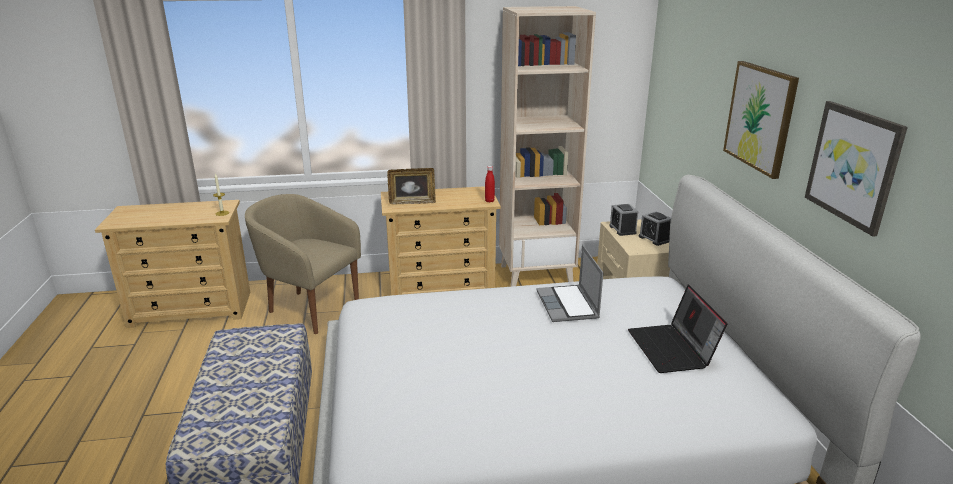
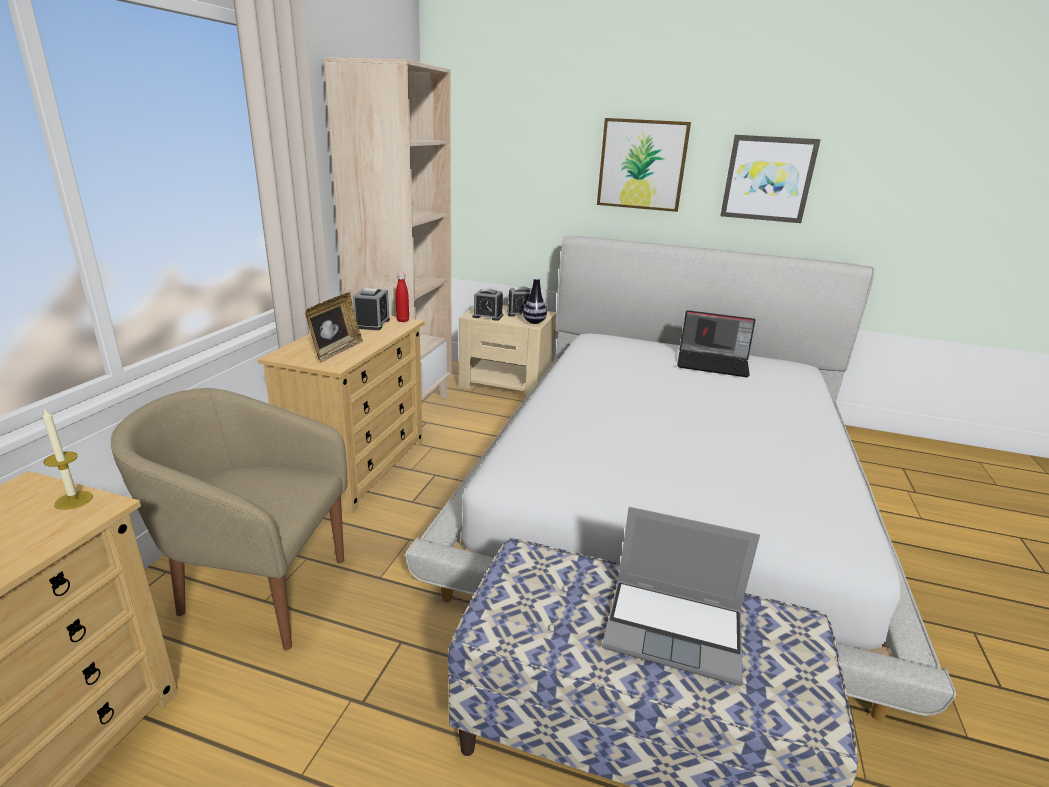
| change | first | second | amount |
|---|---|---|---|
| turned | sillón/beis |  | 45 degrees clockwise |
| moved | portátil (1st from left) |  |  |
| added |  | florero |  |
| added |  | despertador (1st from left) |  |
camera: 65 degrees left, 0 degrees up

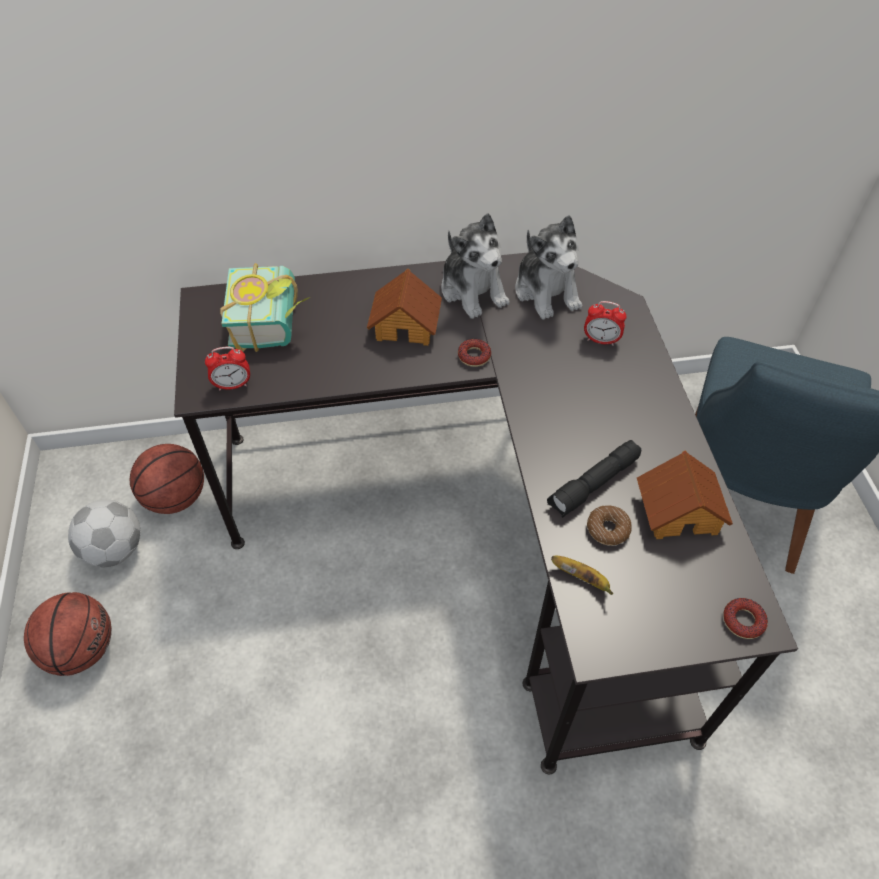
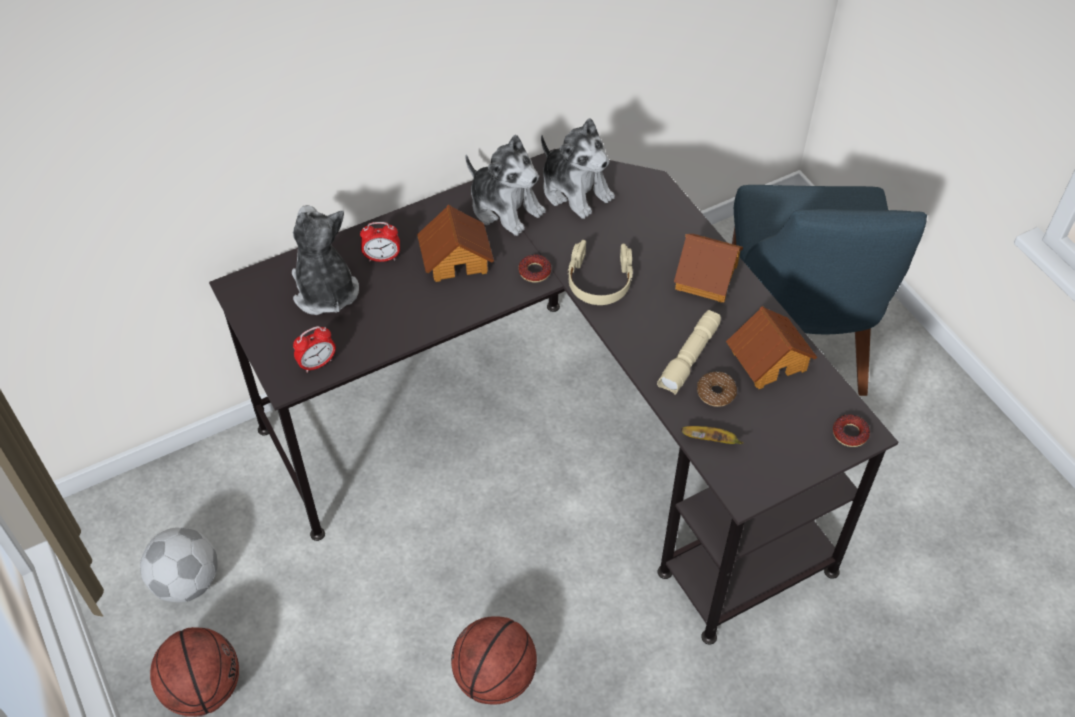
| change | first | second | amount |
|---|---|---|---|
| replaced | libro | peluche (1st from left) |  |
| moved | despertador (2nd from left) |  |  |
| recoloured | linterna/negro | linterna/beis |  |
| moved | balón de baloncesto (2nd from left) |  |  |
| added |  | casita (2nd from left) |  |
| added |  | auriculares/beis |  |
camera: 20 degrees left, 0 degrees up

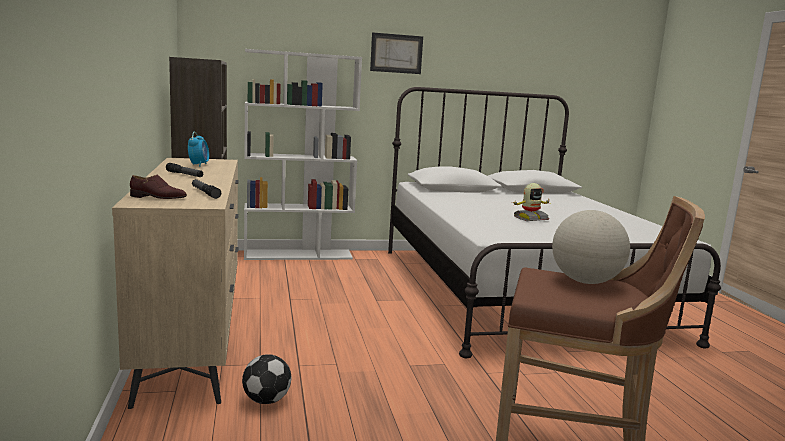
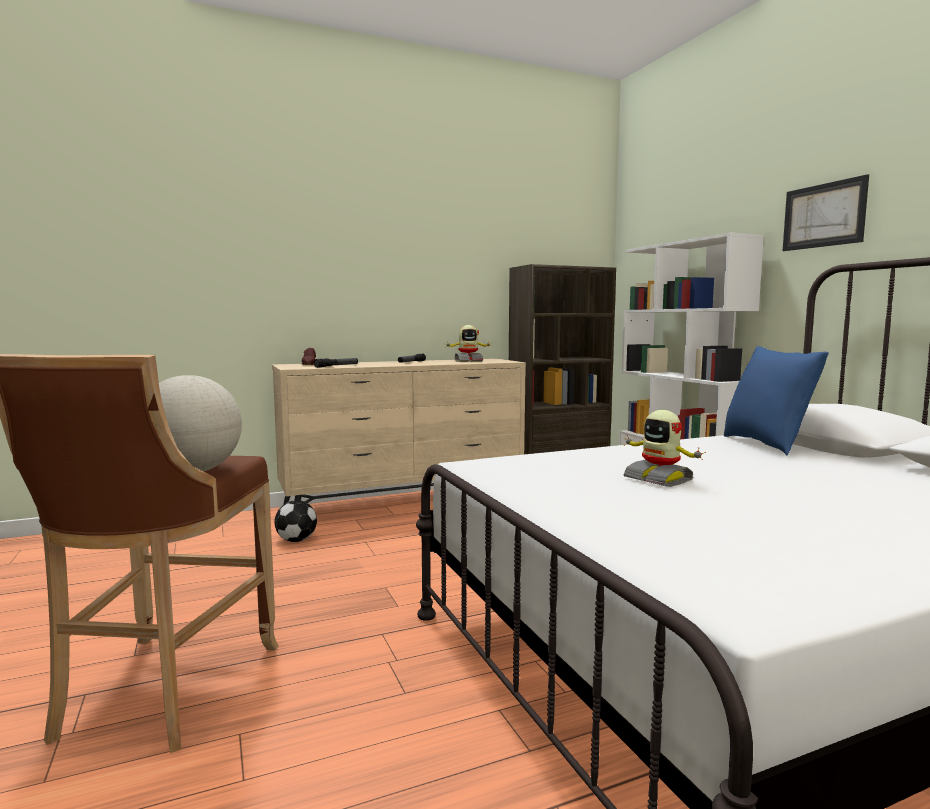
| change | first | second | amount |
|---|---|---|---|
| replaced | despertador | robot de juguete (1st from left) |  |
| added |  | cojín/azul |  |
camera: 80 degrees right, 5 degrees down

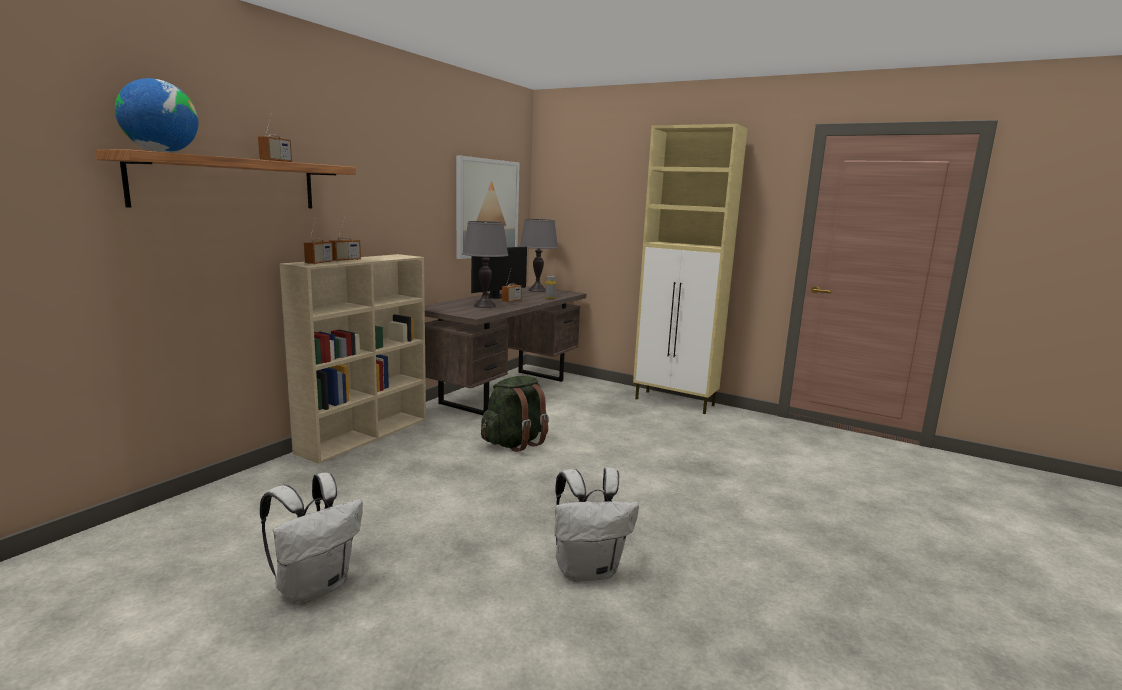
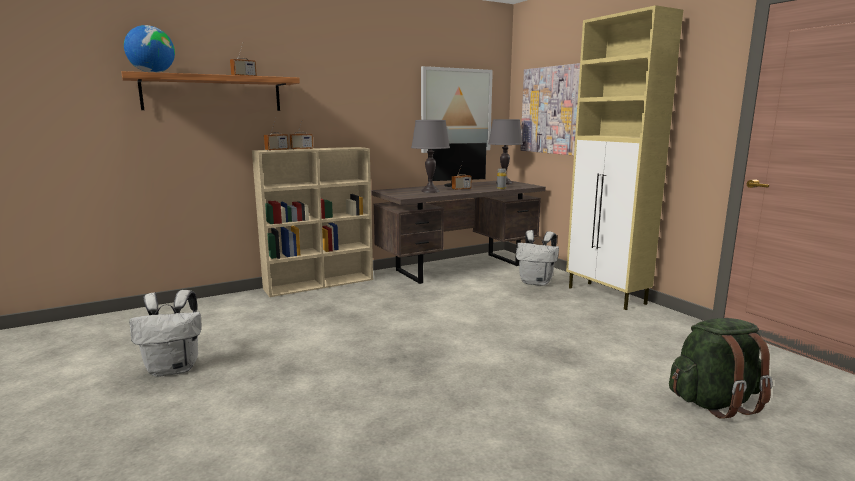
| change | first | second | amount |
|---|---|---|---|
| moved | mochila/verde |  |  |
| moved | mochila/blanco (2nd from left) |  |  |
| added |  | cuadro (2nd from left) |  |
camera: 30 degrees right, 0 degrees up

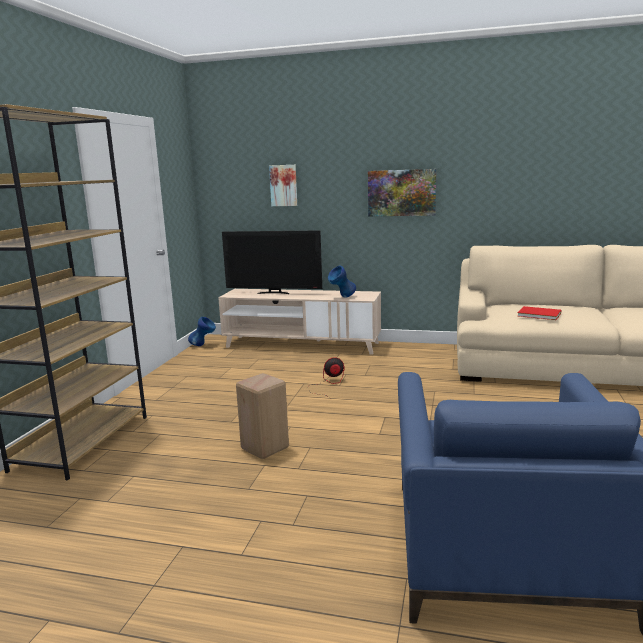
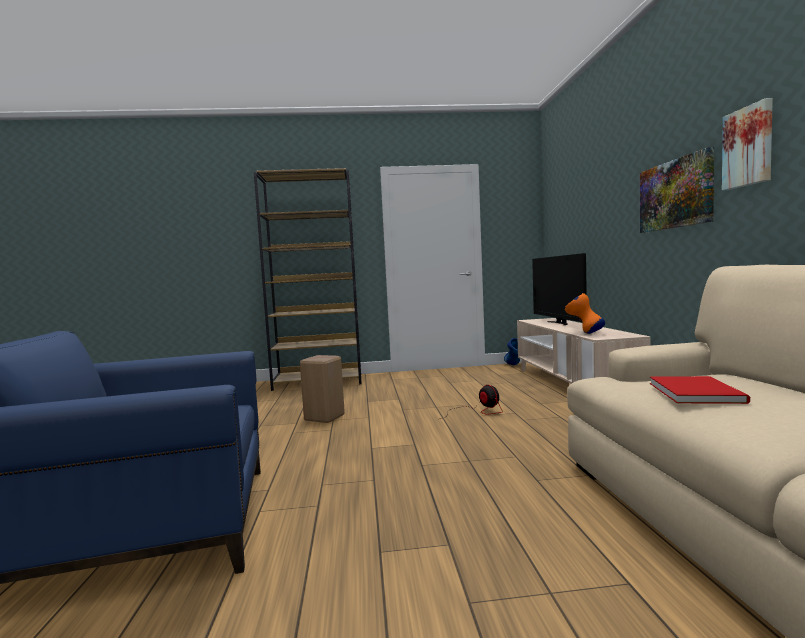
| change | first | second | amount |
|---|---|---|---|
| moved | cuadro (1st from left in the first image) | cuadro (2nd from left) |  |
| recoloured | florero/azul (2nd from left) | florero/naranja |  |
camera: 70 degrees right, 10 degrees down

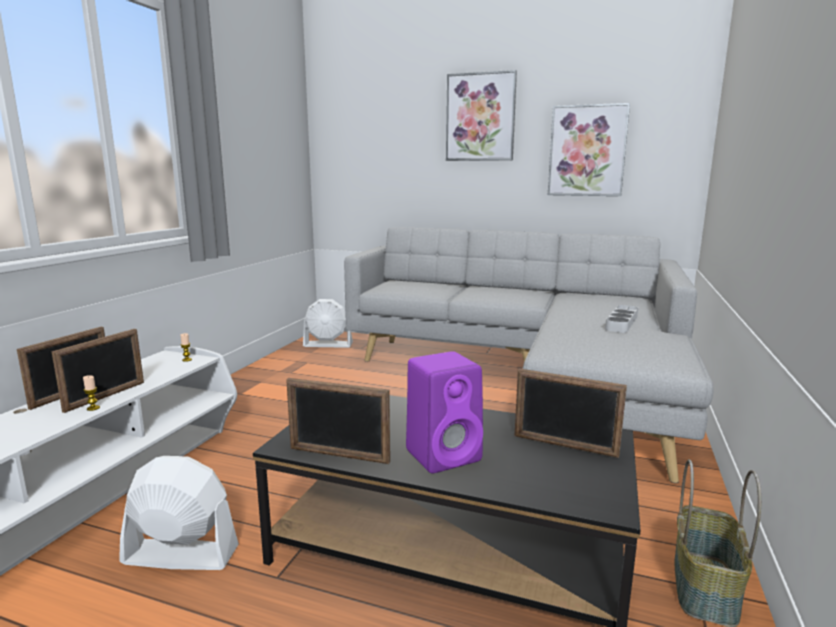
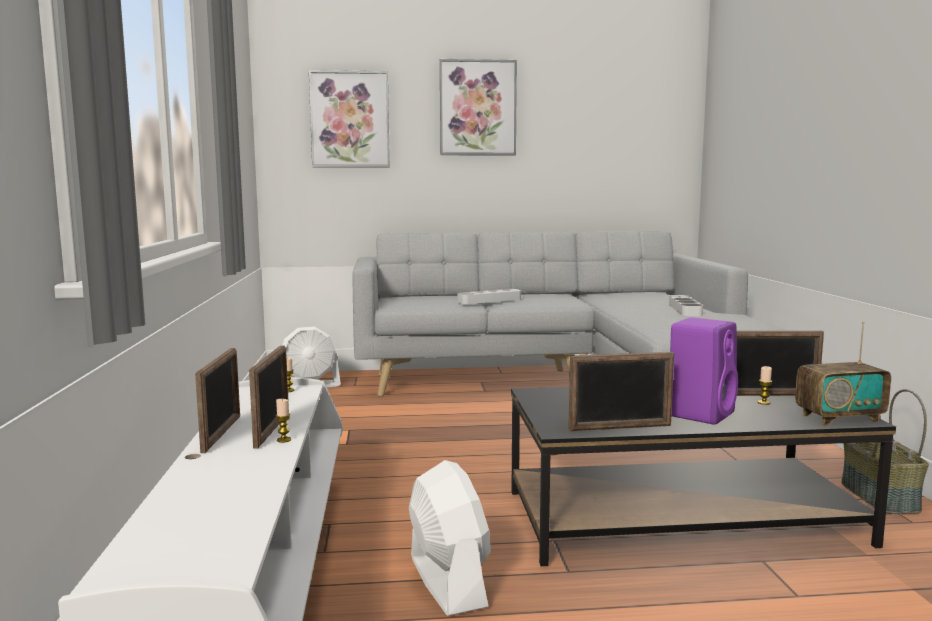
| change | first | second | amount |
|---|---|---|---|
| moved | cuadro (2nd from left in the first image) | cuadro (1st from left) |  |
| turned | ventilador/blanco (1st from left in the first image) | ventilador/blanco (2nd from left) | 90 degrees clockwise |
| added |  | bandeja/gris (1st from left) |  |
| added |  | radio |  |
| added |  | vela (3rd from left) |  |
camera: 25 degrees left, 5 degrees down

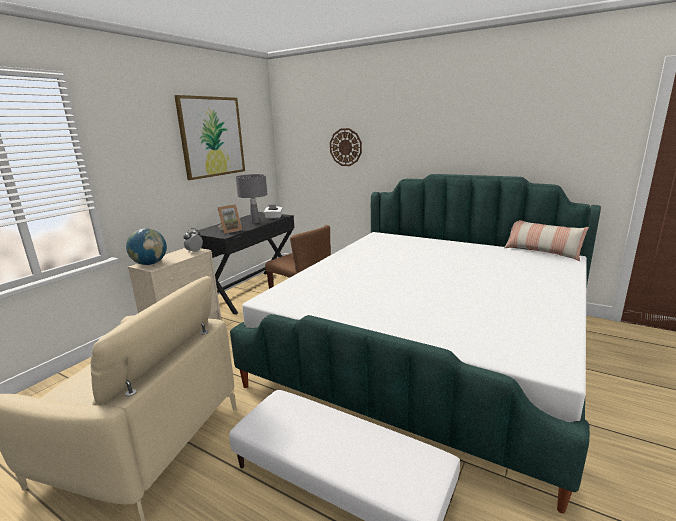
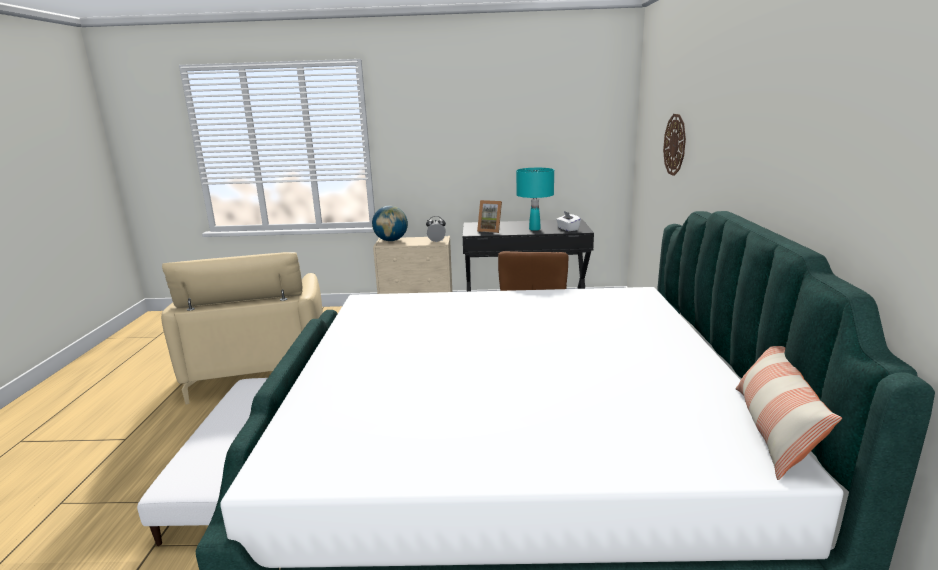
| change | first | second | amount |
|---|---|---|---|
| removed | cuadro |  |  |
| recoloured | lámpara de mesa/gris | lámpara de mesa/turquesa |  |
camera: 60 degrees right, 0 degrees up

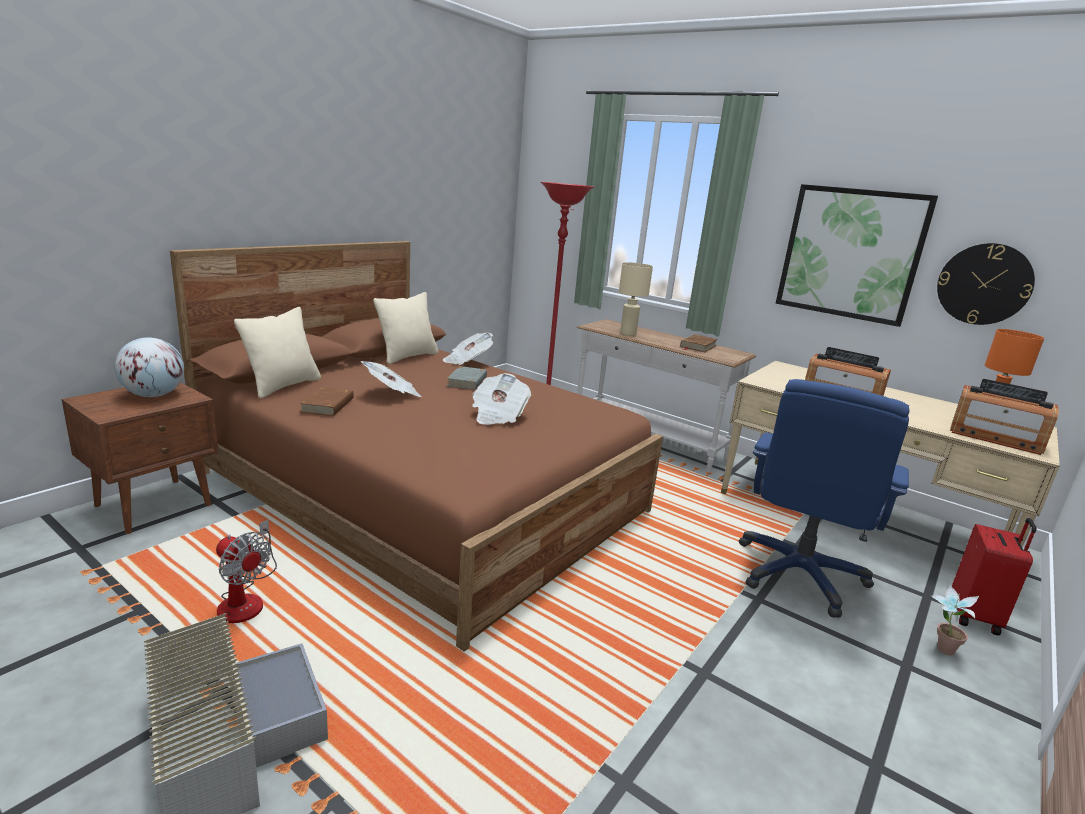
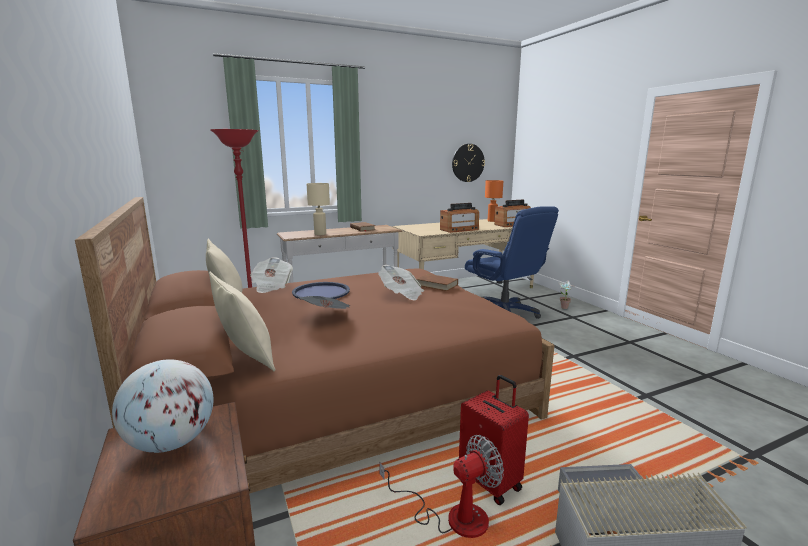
| change | first | second | amount |
|---|---|---|---|
| removed | cuadro |  |  |
| replaced | libro/gris | bandeja/azul |  |
| moved | libro/marrón (1st from left in the first image) | libro/marrón (2nd from left) |  |
| moved | maleta/rojo |  |  |
camera: 60 degrees left, 5 degrees down

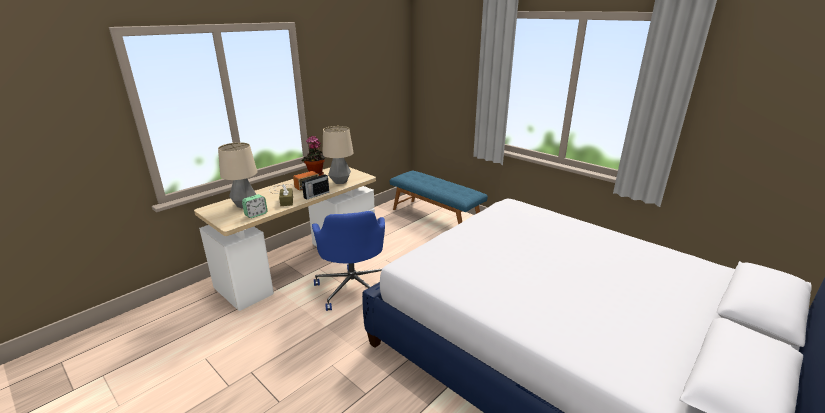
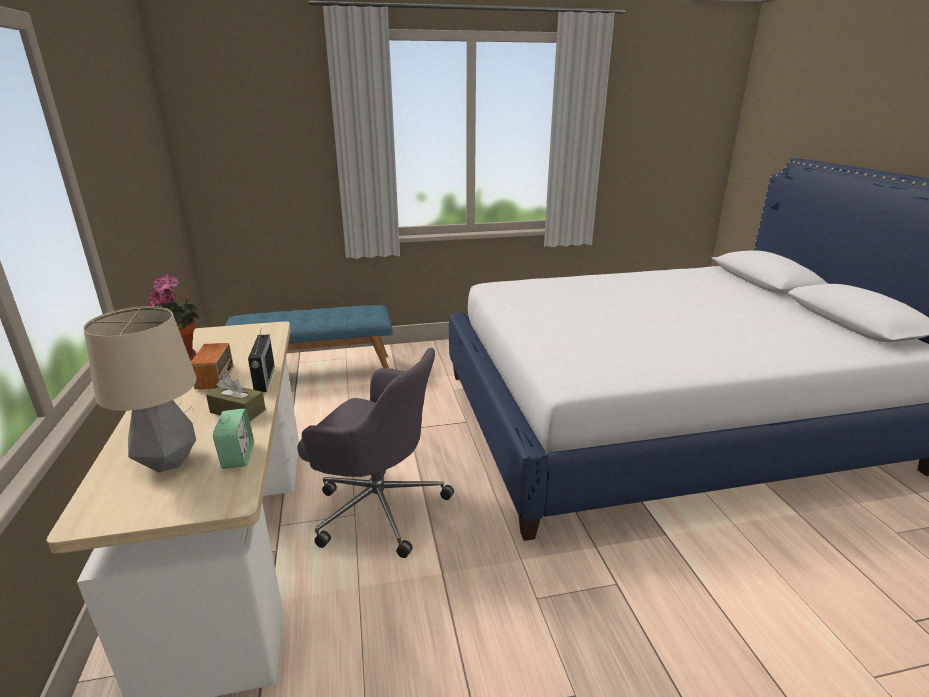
| change | first | second | amount |
|---|---|---|---|
| removed | lámpara de mesa (2nd from left) |  |  |
| recoloured | silla de oficina/azul | silla de oficina/gris |  |
camera: 55 degrees left, 0 degrees up

